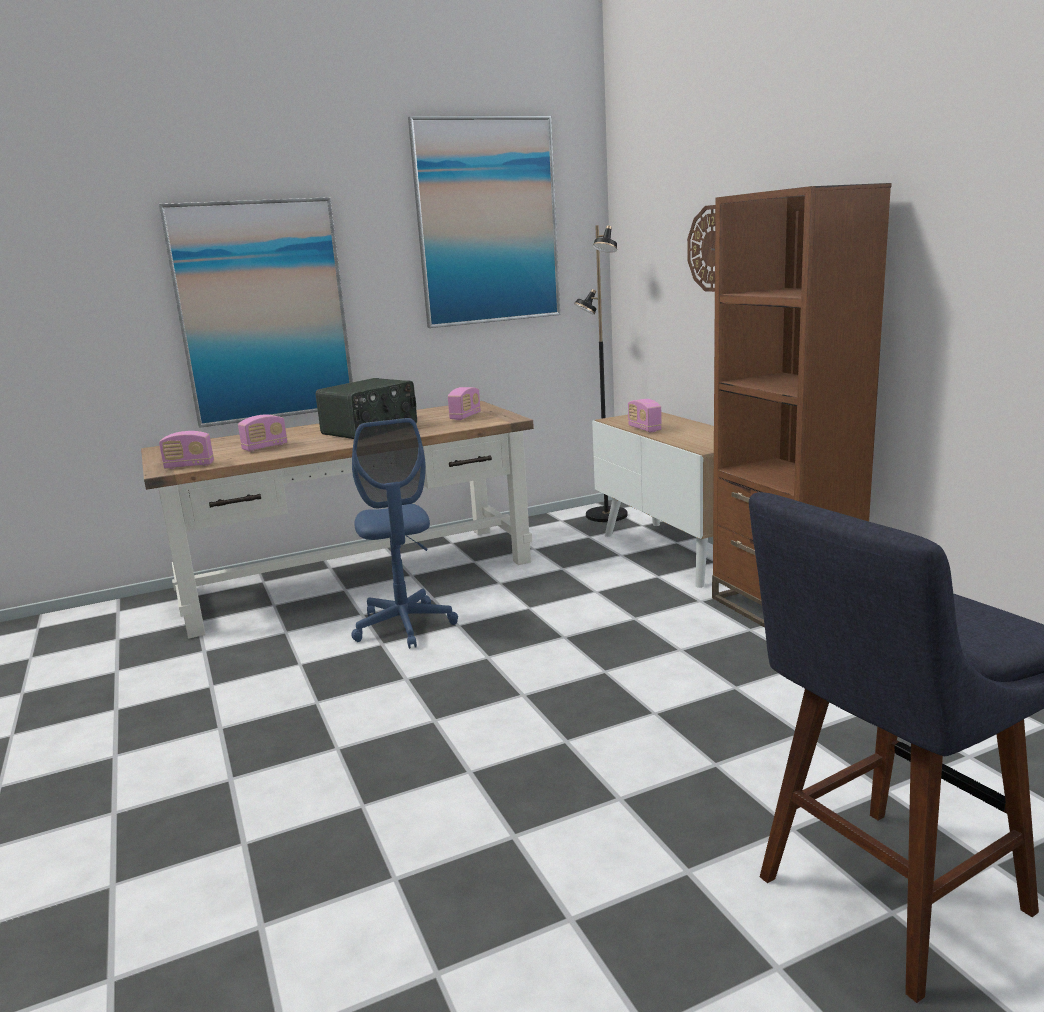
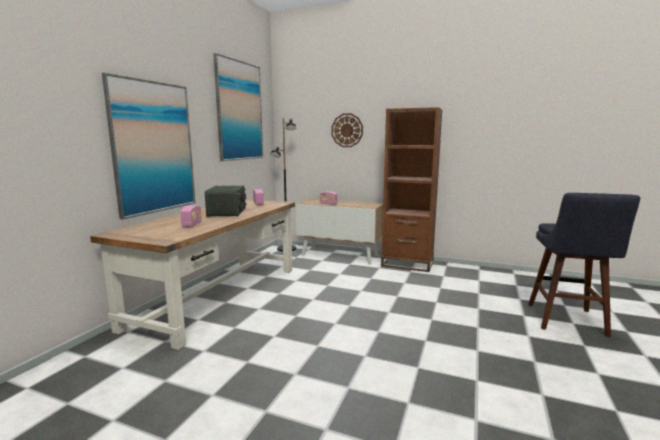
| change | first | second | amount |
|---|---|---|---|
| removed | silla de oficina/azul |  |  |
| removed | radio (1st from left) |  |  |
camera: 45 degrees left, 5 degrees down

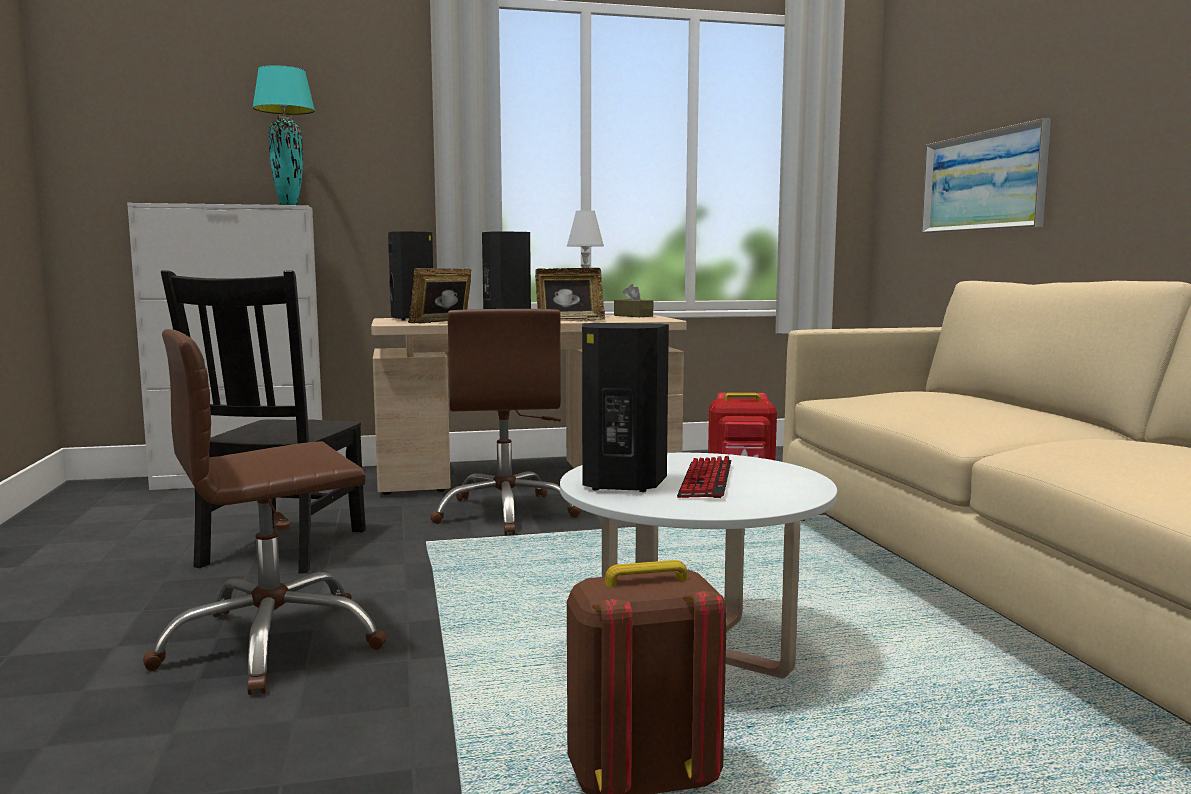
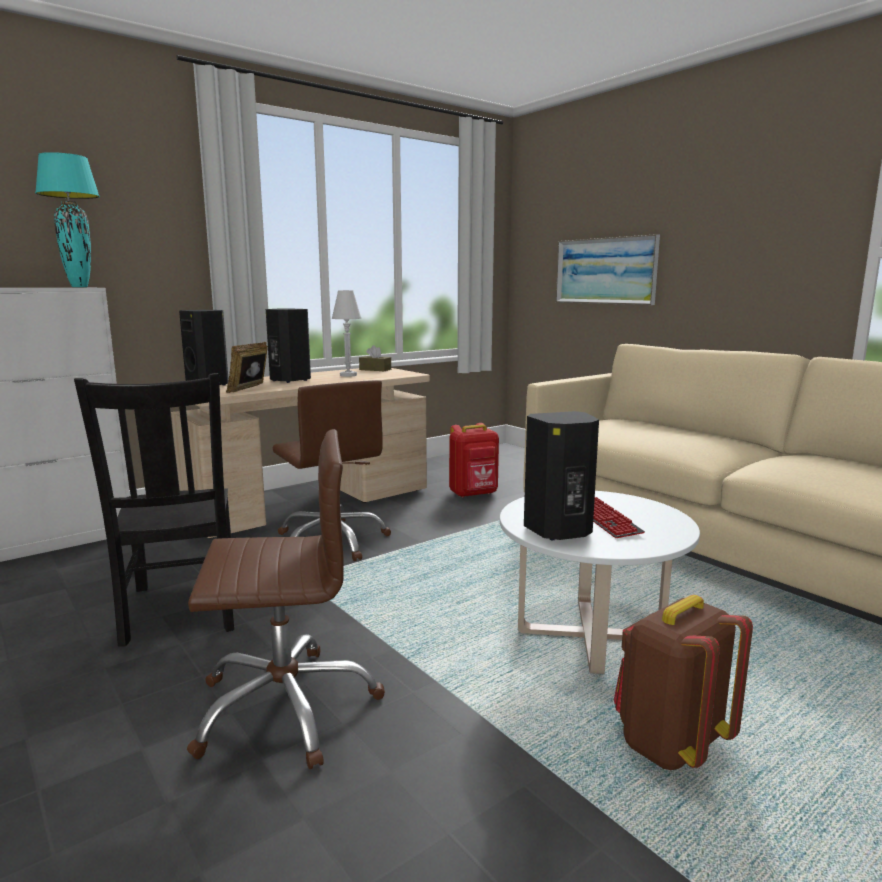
| change | first | second | amount |
|---|---|---|---|
| removed | portarretratos (2nd from left) |  |  |
| turned | silla de oficina/marrón (1st from left) |  | 135 degrees counterclockwise |
camera: 25 degrees left, 5 degrees up

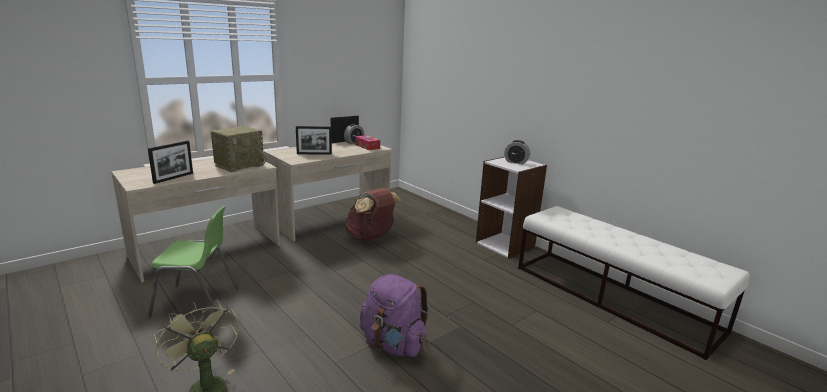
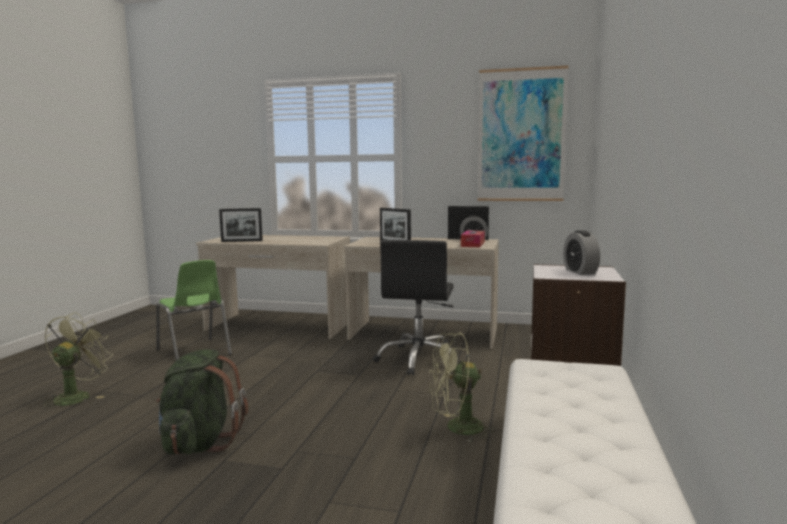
| change | first | second | amount |
|---|---|---|---|
| removed | radio |  |  |
| replaced | mochila/marrón | silla de oficina/negro |  |
| recoloured | mochila/morado | mochila/verde |  |
| added |  | cuadro |  |
| added |  | ventilador/verde (2nd from left) |  |
camera: 55 degrees right, 10 degrees down

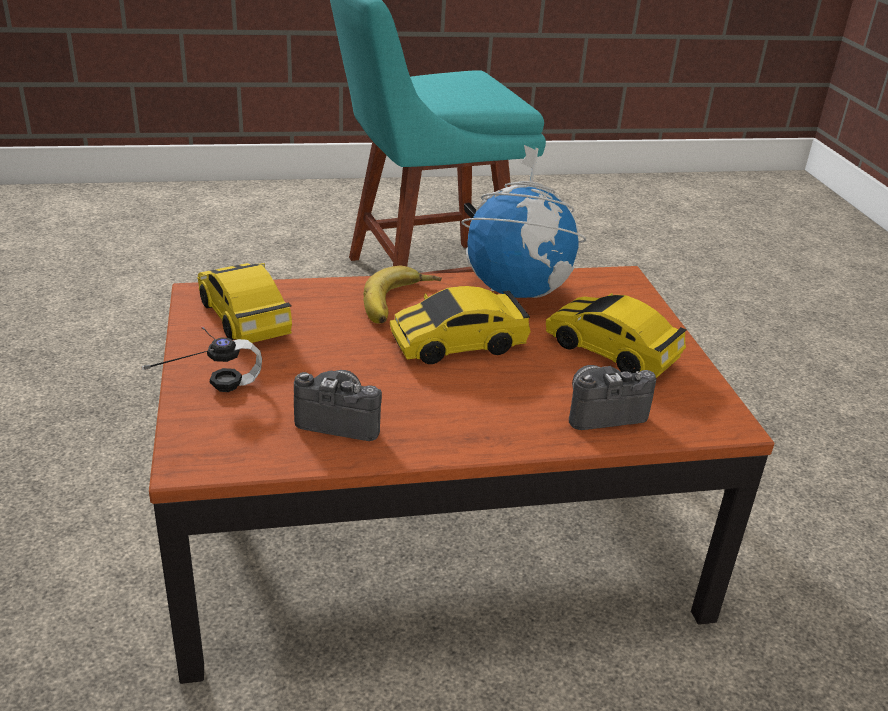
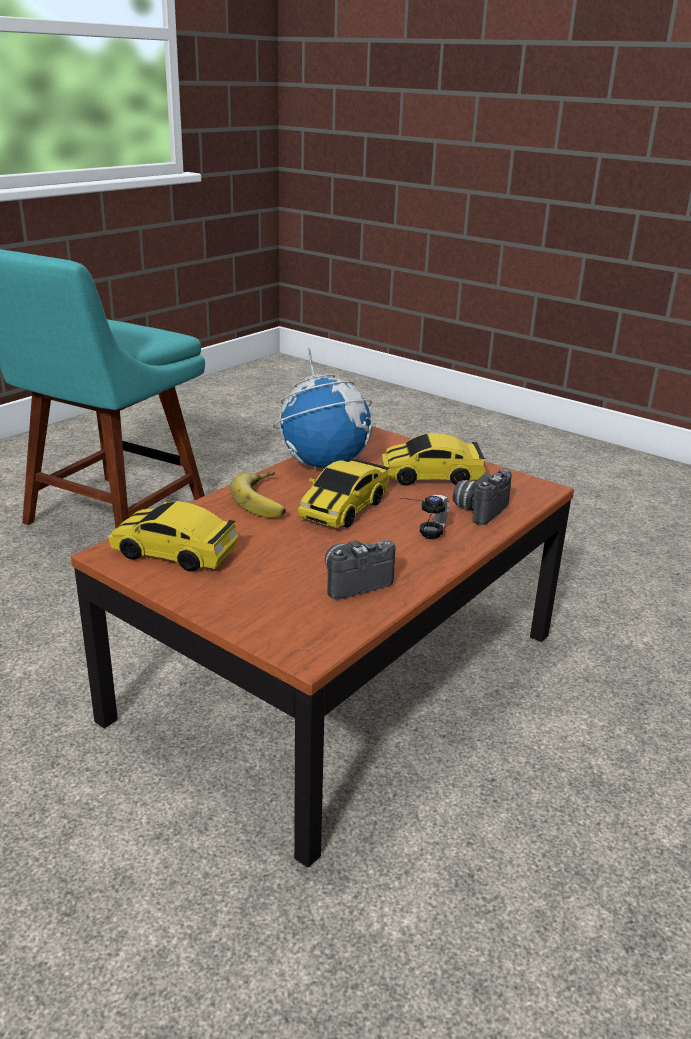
| change | first | second | amount |
|---|---|---|---|
| moved | auriculares |  |  |
camera: 40 degrees left, 5 degrees down

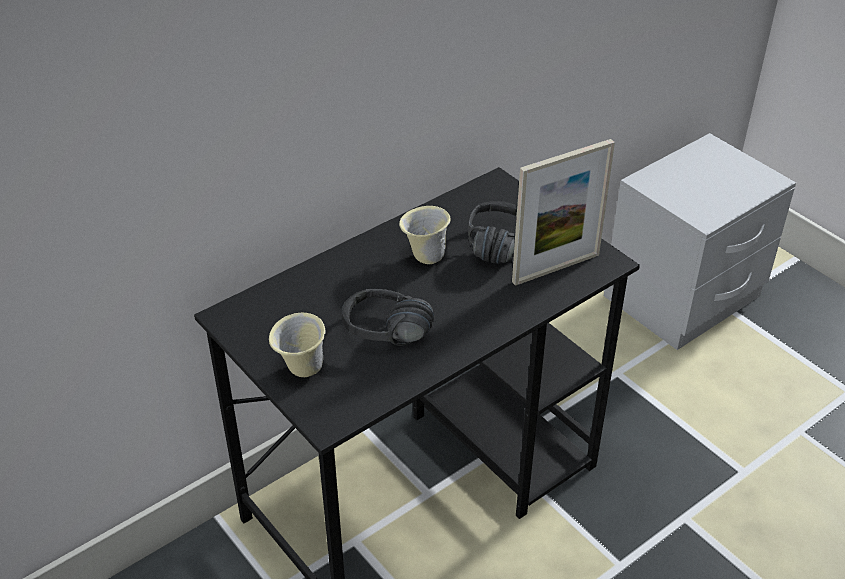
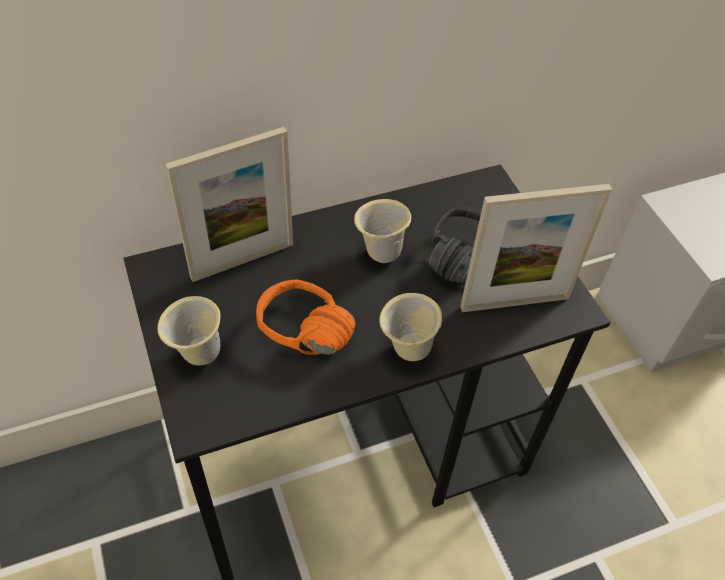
| change | first | second | amount |
|---|---|---|---|
| recoloured | auriculares/negro (1st from left) | auriculares/naranja |  |
| added |  | portarretratos (1st from left) |  |
| added |  | taza grande/beis (3rd from left) |  |
camera: 15 degrees right, 10 degrees up

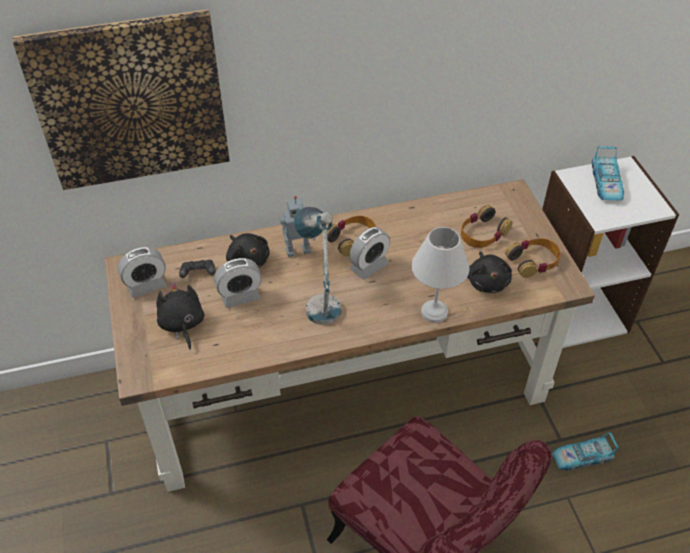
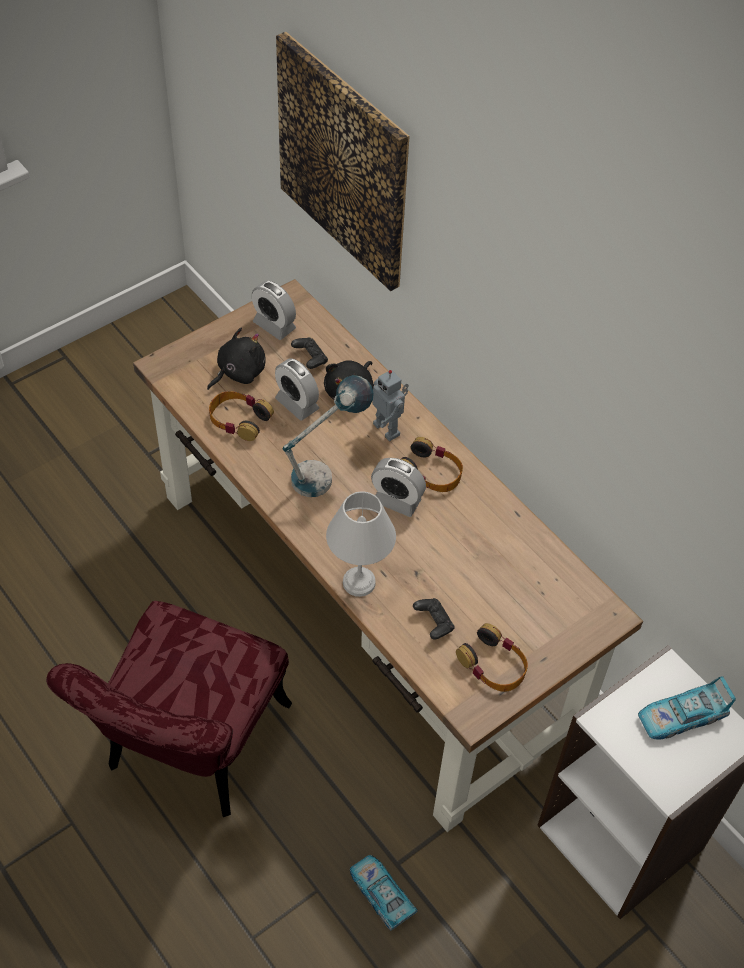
| change | first | second | amount |
|---|---|---|---|
| moved | auriculares (2nd from left in the first image) | auriculares (1st from left) |  |
| replaced | peluche/negro (3rd from left) | mando de consola/negro (2nd from left) |  |
camera: 65 degrees right, 5 degrees up

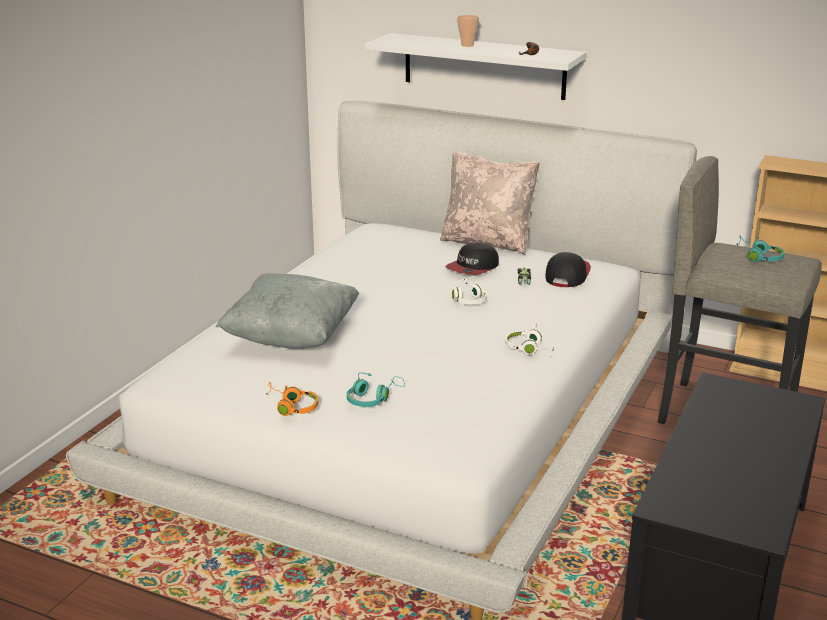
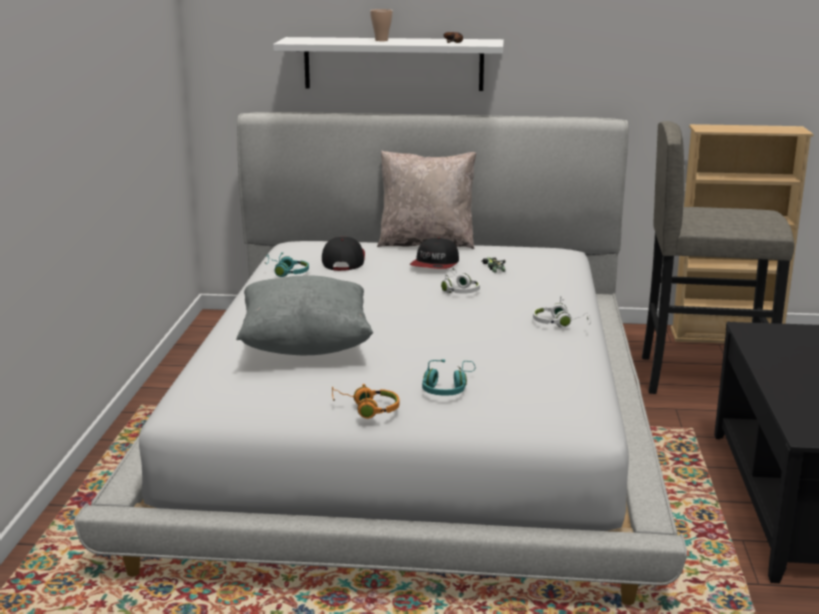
| change | first | second | amount |
|---|---|---|---|
| moved | auriculares/turquesa (2nd from left in the first image) | auriculares/turquesa (1st from left) |  |
| moved | gorra (2nd from left in the first image) | gorra (1st from left) |  |
camera: 20 degrees left, 5 degrees down

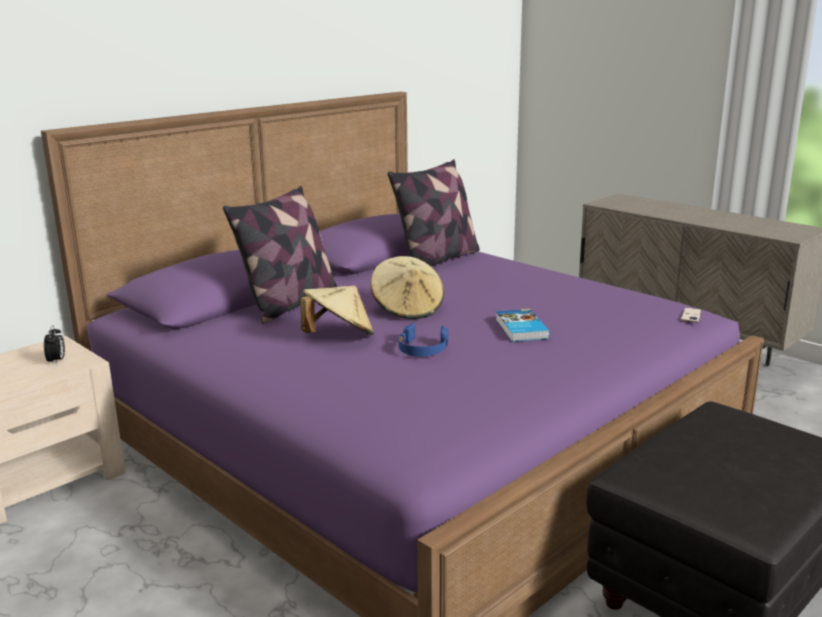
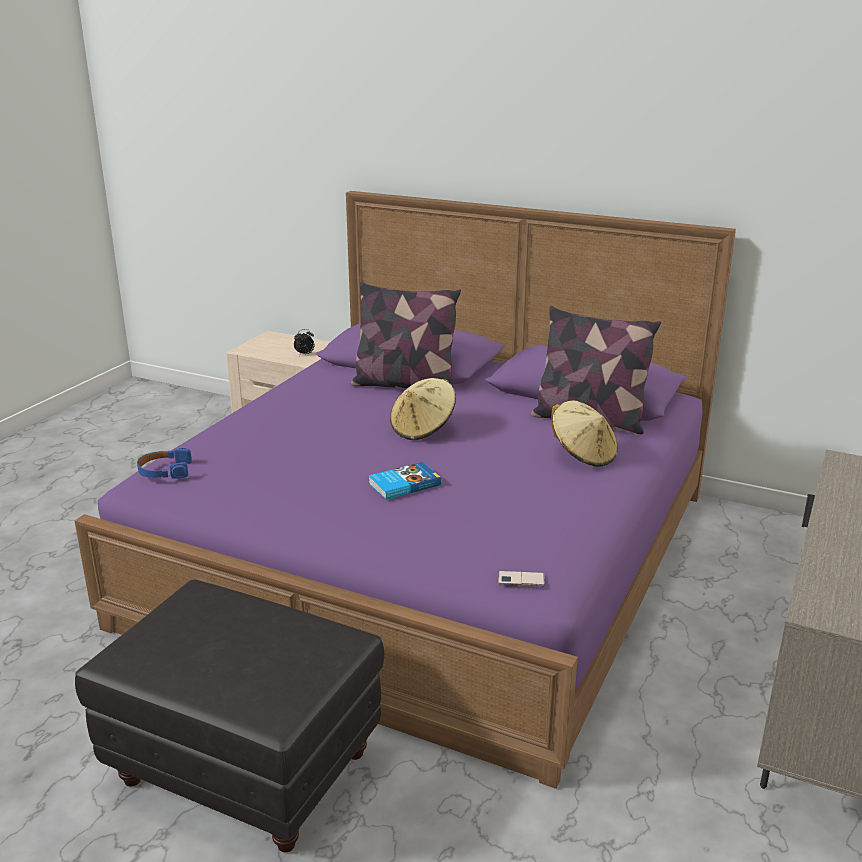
| change | first | second | amount |
|---|---|---|---|
| moved | sombrero/beis (1st from left in the first image) | sombrero/beis (2nd from left) |  |
| moved | auriculares/azul |  |  |
camera: 70 degrees right, 5 degrees up

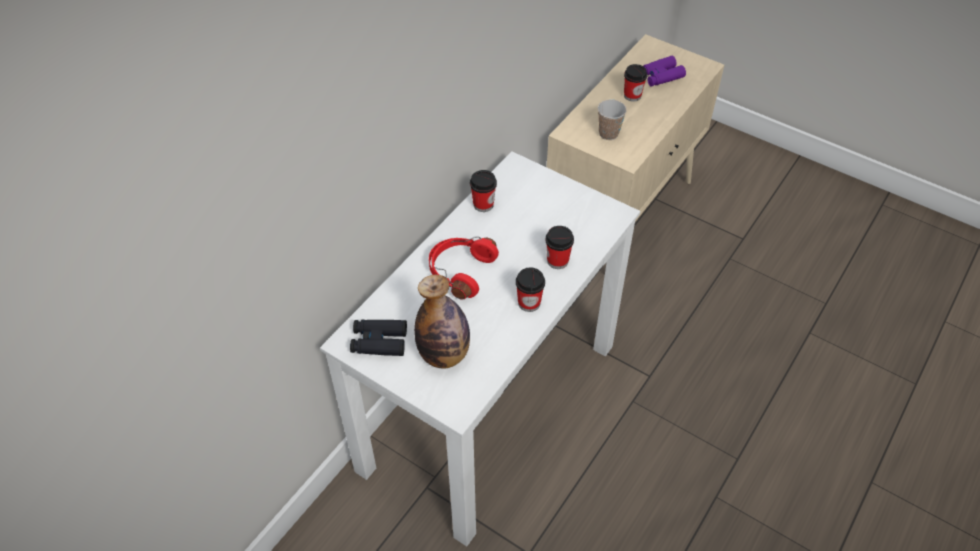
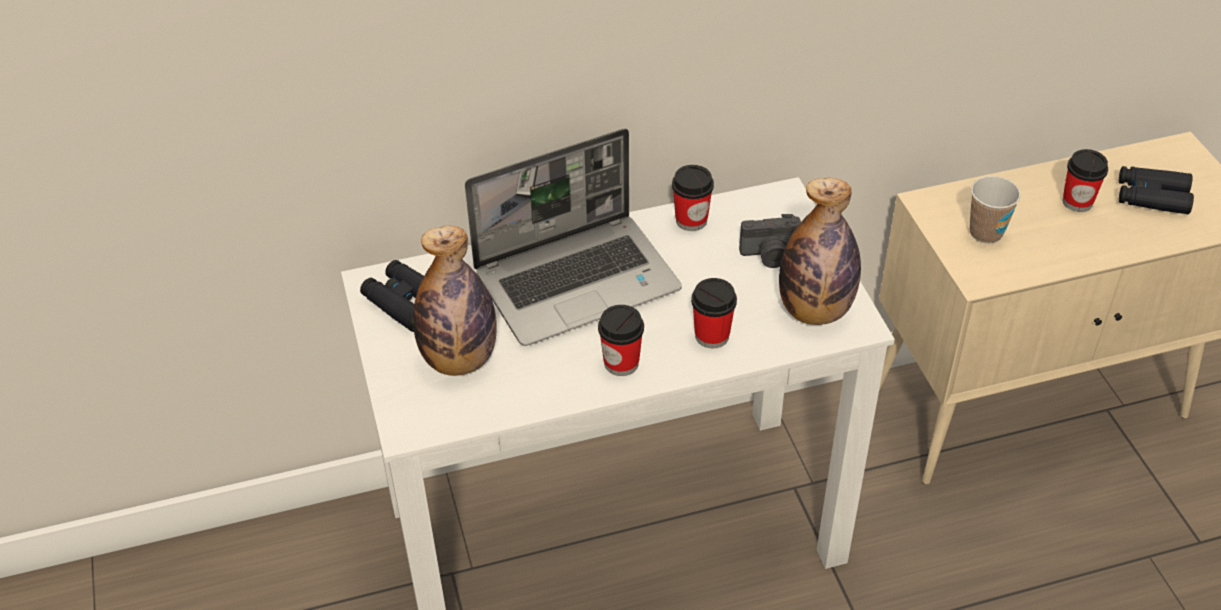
| change | first | second | amount |
|---|---|---|---|
| recoloured | prismáticos/morado | prismáticos/negro (2nd from left) |  |
| replaced | auriculares/rojo | portátil |  |
| added |  | botella (2nd from left) |  |
| added |  | cámara |  |
camera: 40 degrees right, 5 degrees down

